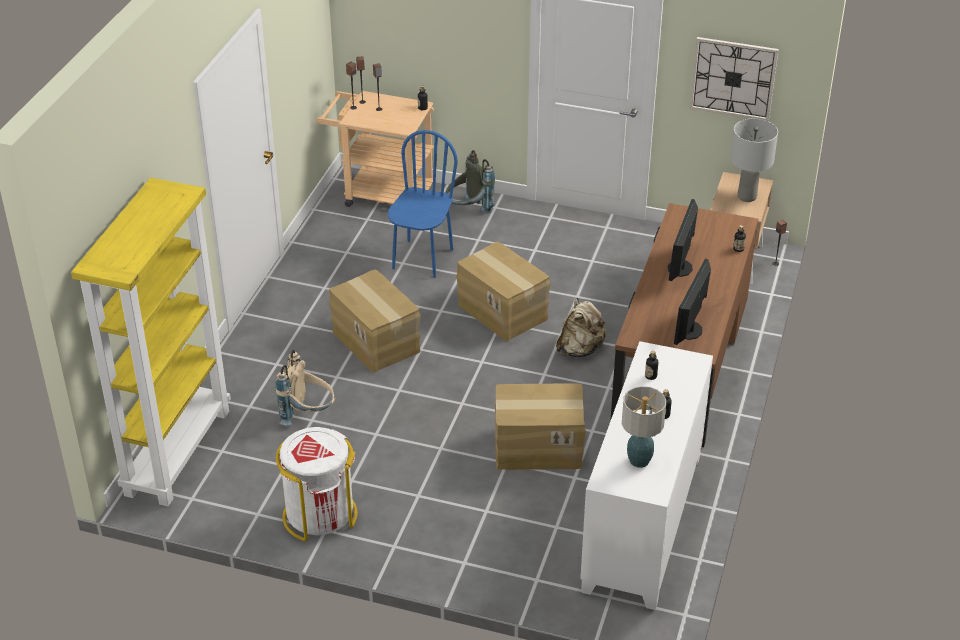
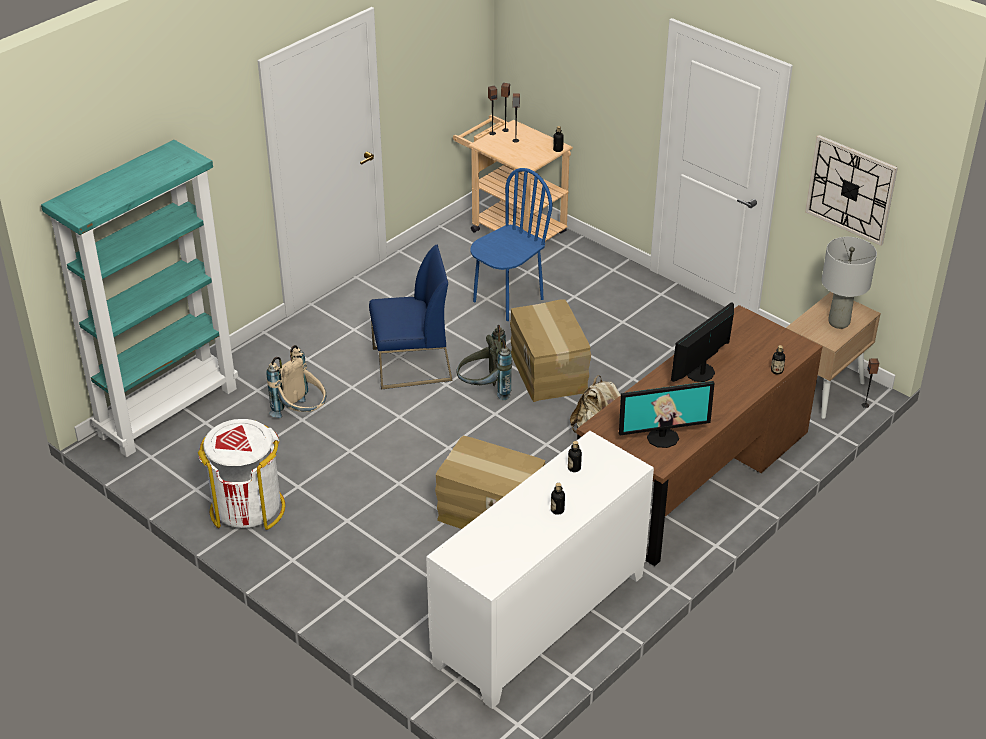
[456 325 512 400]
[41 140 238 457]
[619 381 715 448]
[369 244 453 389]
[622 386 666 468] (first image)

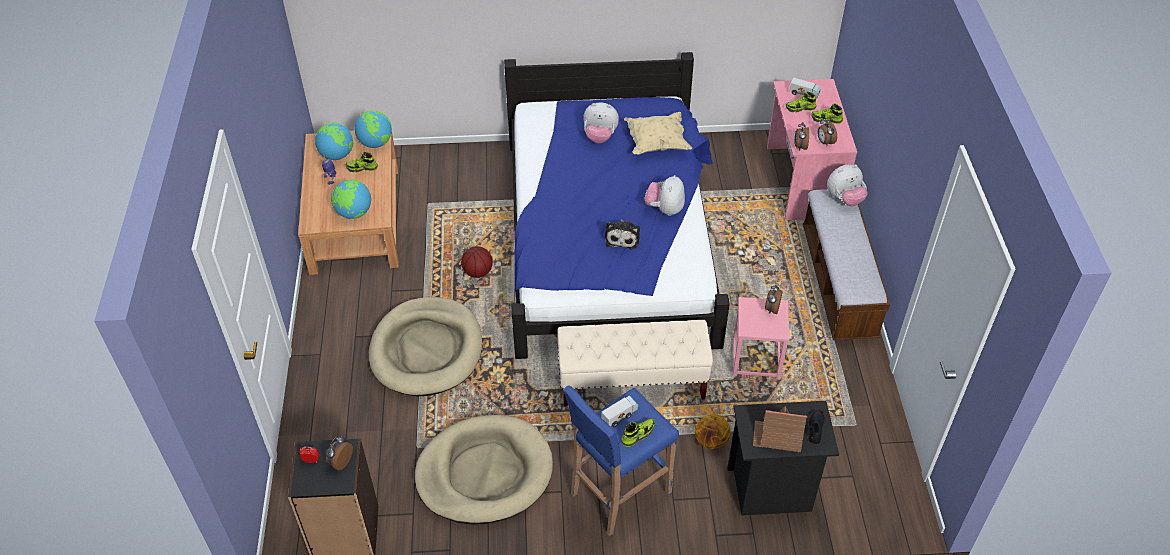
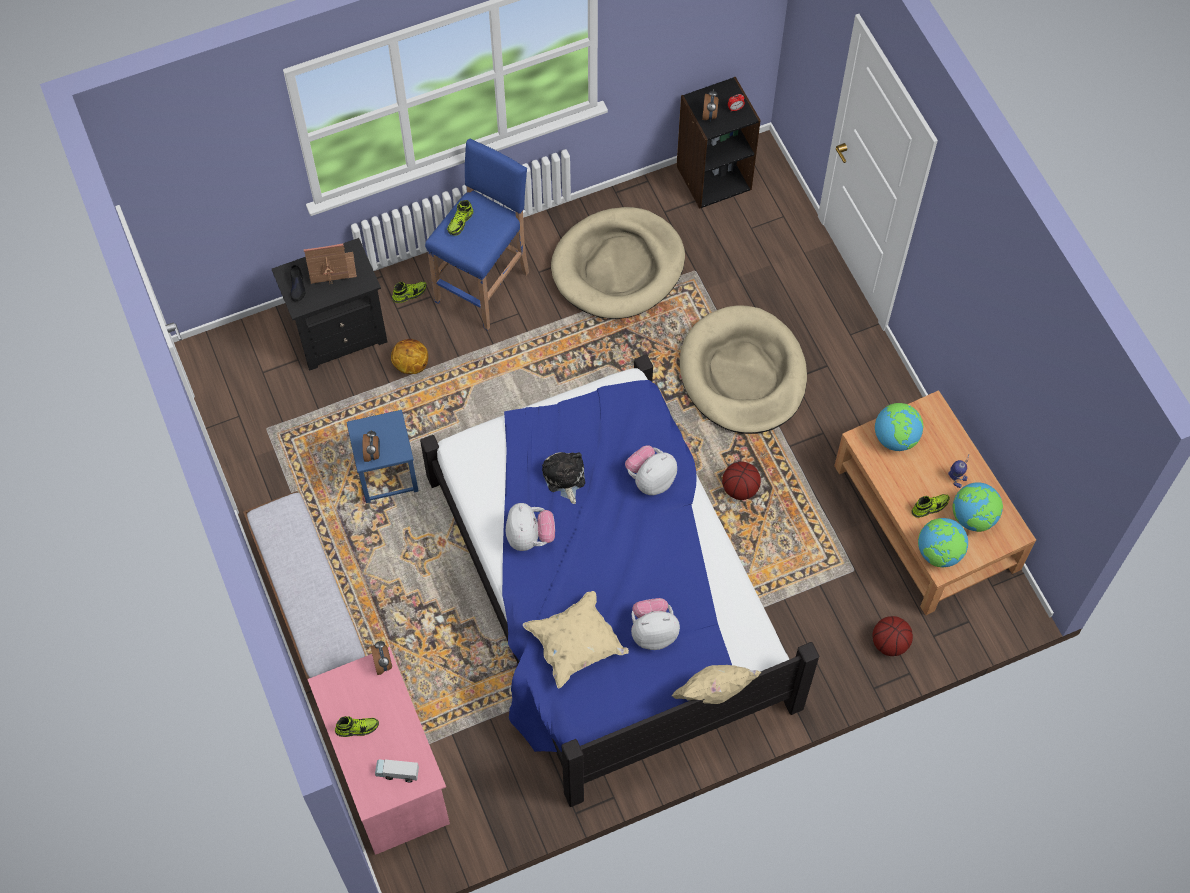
[392 281 427 303]
[817 118 837 145] (first image)
[625 445 677 495]
[346 410 418 503]
[557 320 713 407] (first image)
[601 396 638 427] (first image)
[873 616 913 656]
[672 665 761 704]

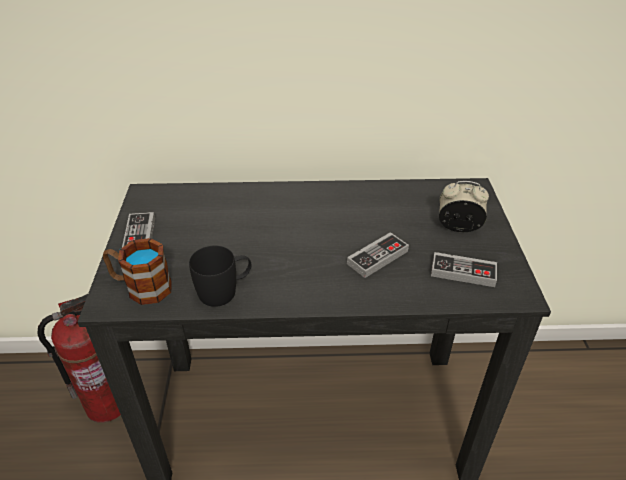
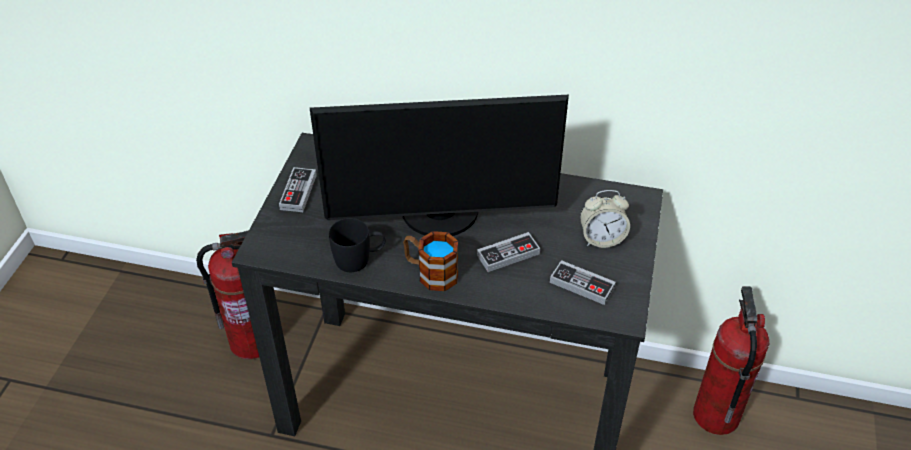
[580 190 630 248]
[403 231 458 291]
[310 95 569 236]
[693 286 769 435]

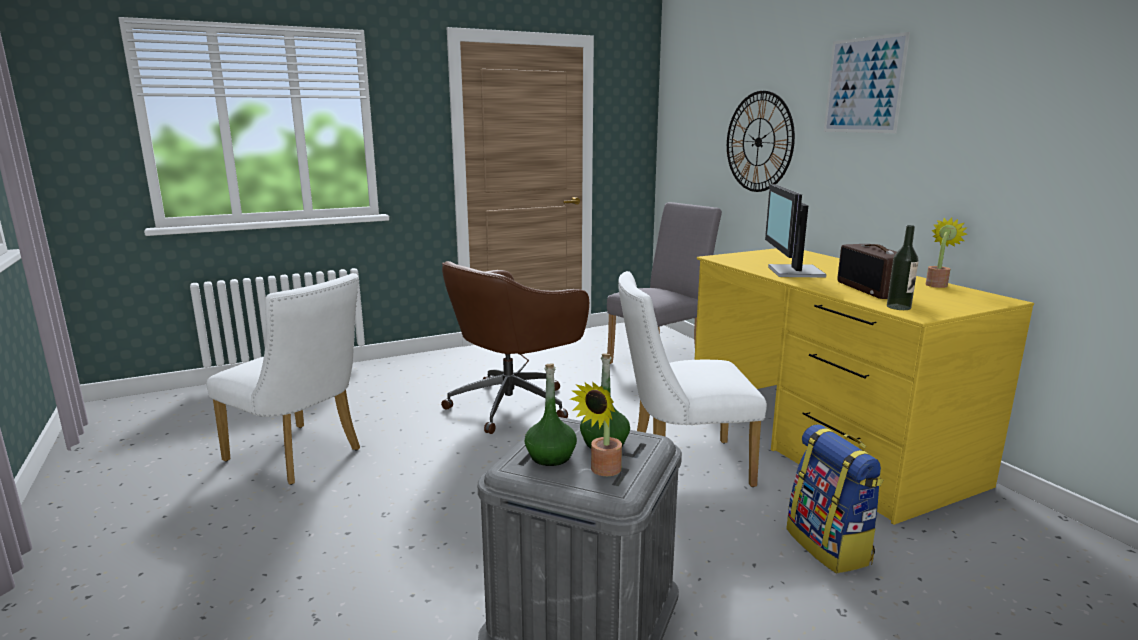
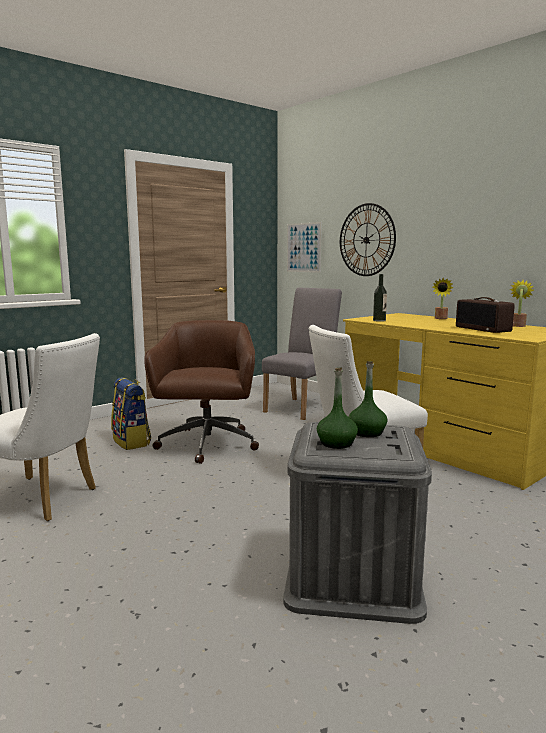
[287 222 322 273]
[765 184 826 278] (first image)
[373 274 387 322]
[144 320 259 464]
[432 278 454 319]
[111 377 151 450]

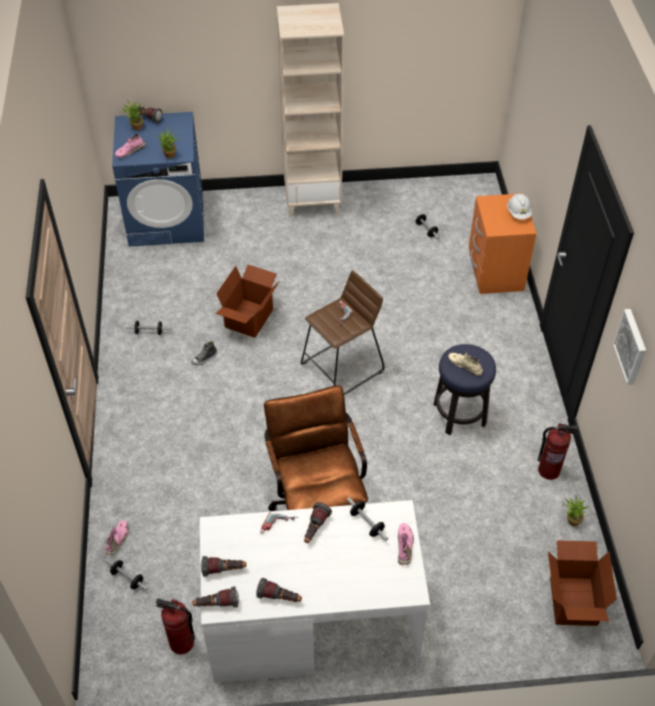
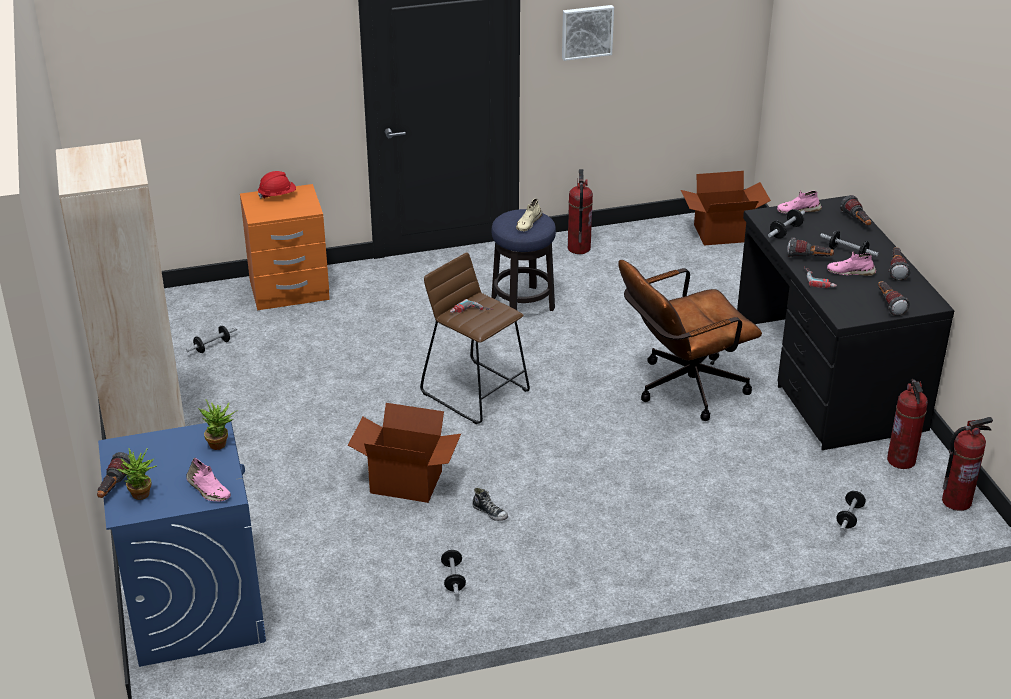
[258 171 296 198]
[563 496 589 526] (first image)
[737 196 954 450]
[827 251 876 276]
[840 195 871 225]
[820 231 879 256]
[942 417 993 511]

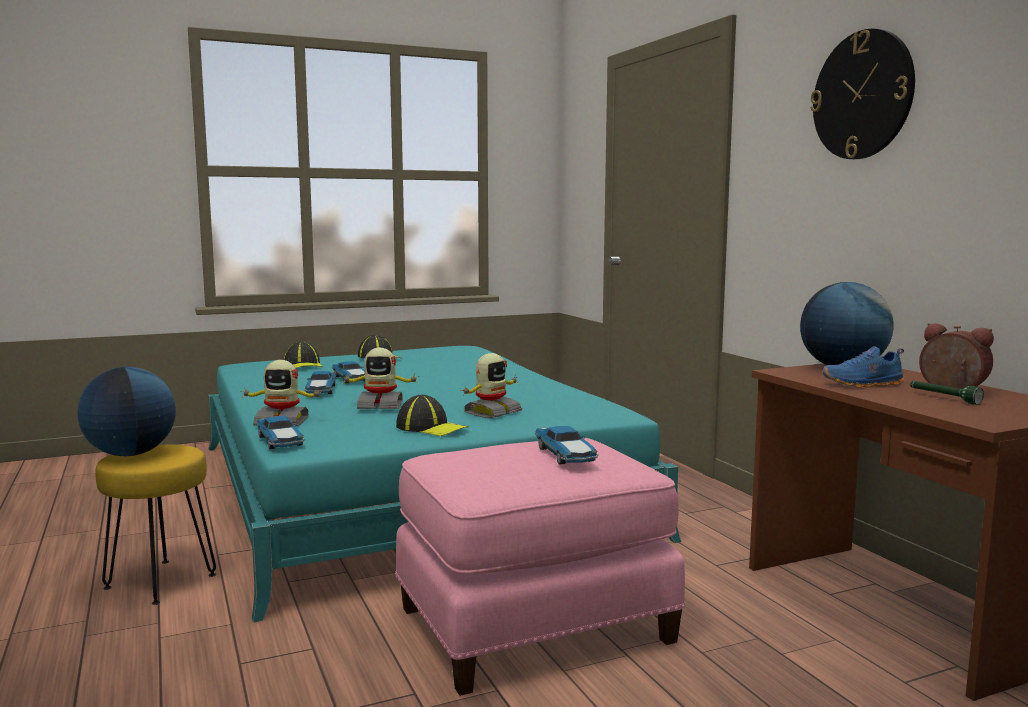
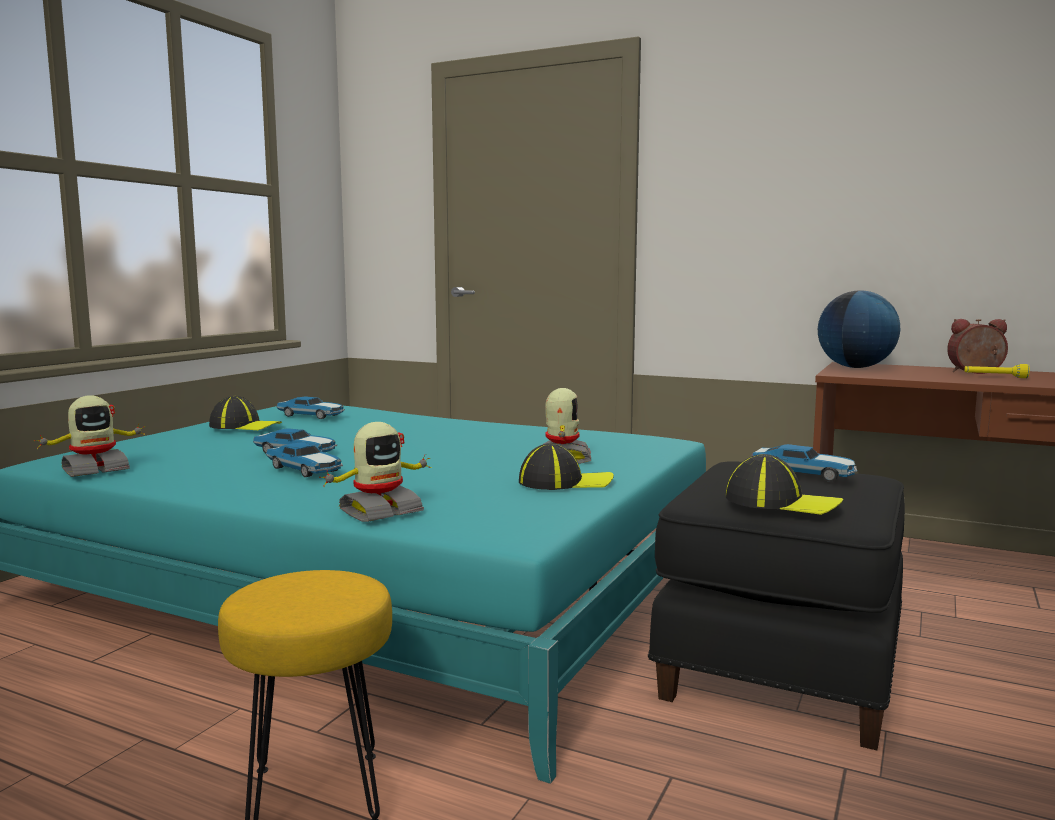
[810 29 915 159] (first image)
[725 454 843 515]
[822 346 904 388] (first image)
[34 395 146 477]
[78 367 176 456] (first image)
[964 364 1030 378]
[276 396 345 419]
[648 461 905 750]

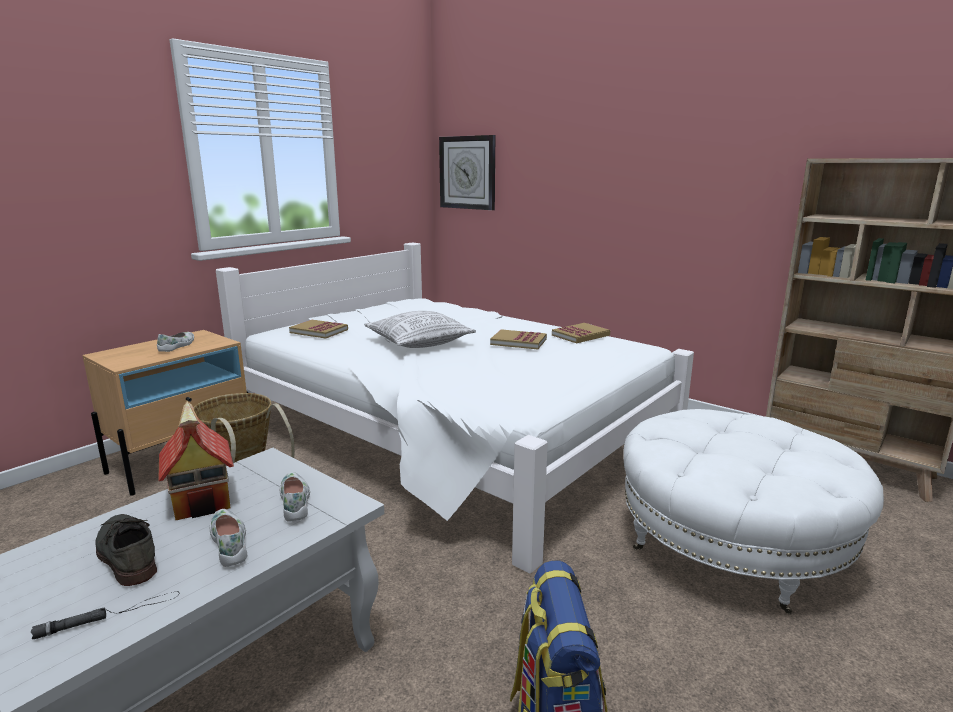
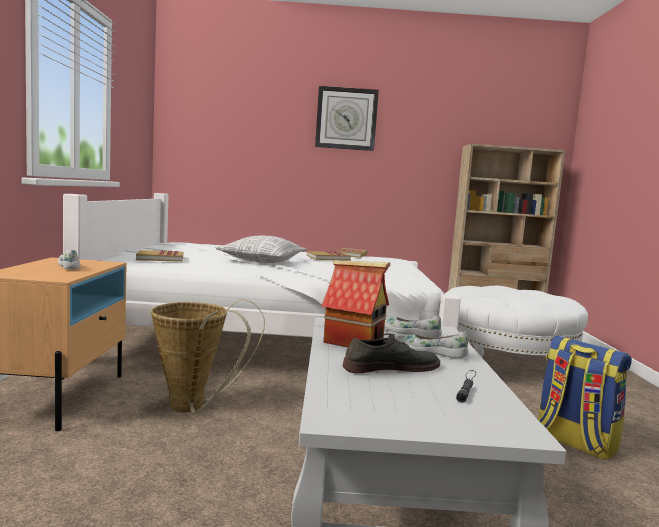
[315 86 379 151]
[343 333 440 374]

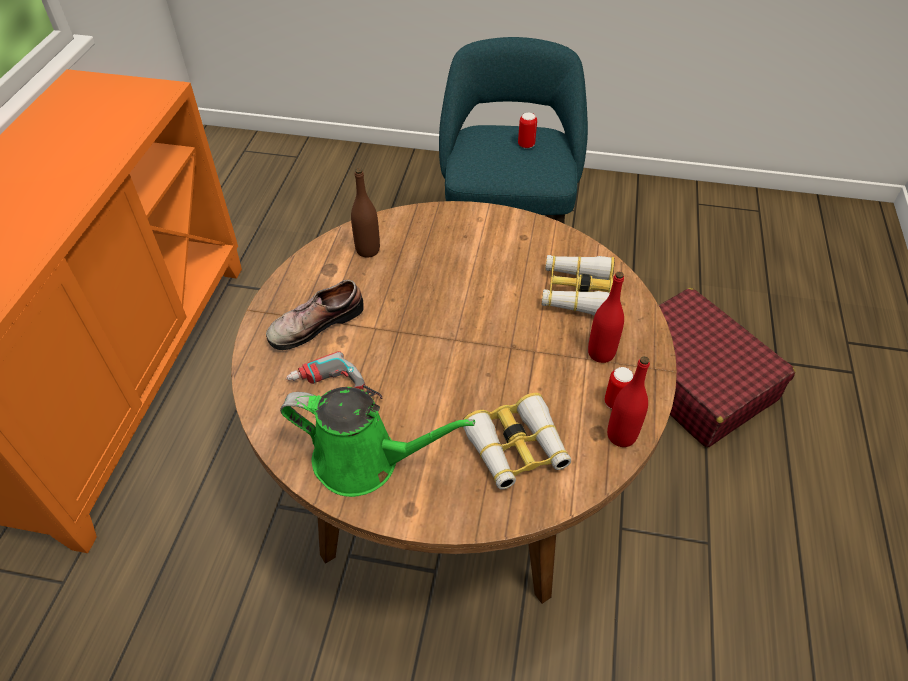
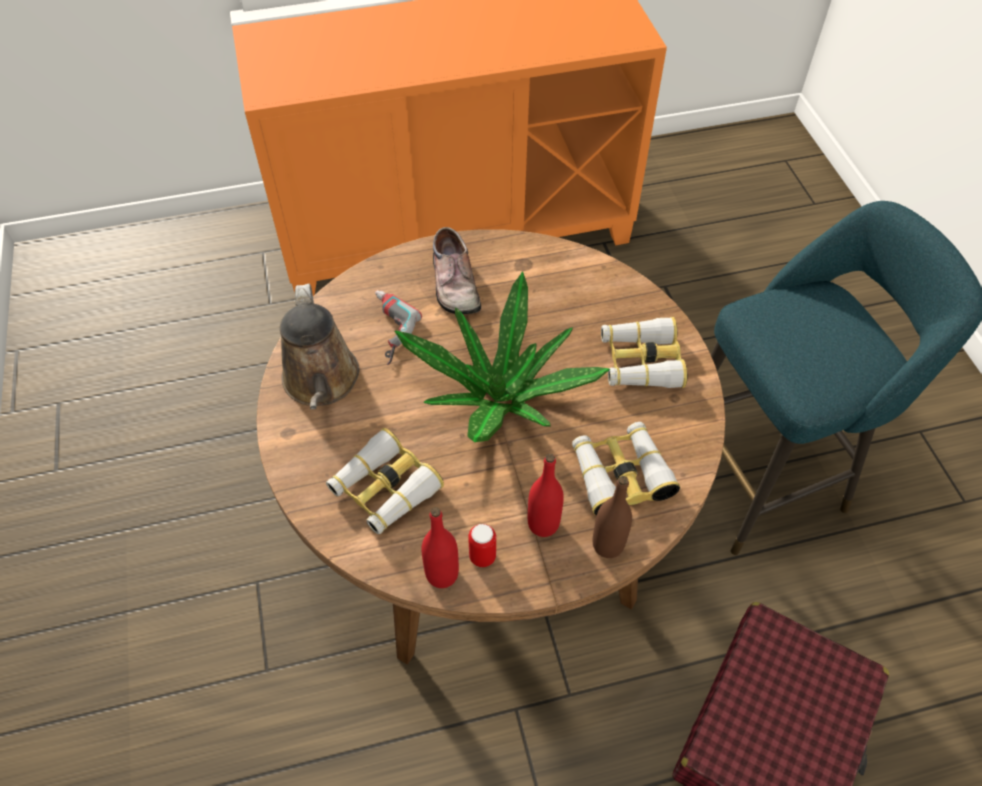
[518 113 537 148] (first image)
[593 476 632 558]
[433 227 481 314]
[280 283 359 410]
[395 271 610 442]
[601 317 687 388]

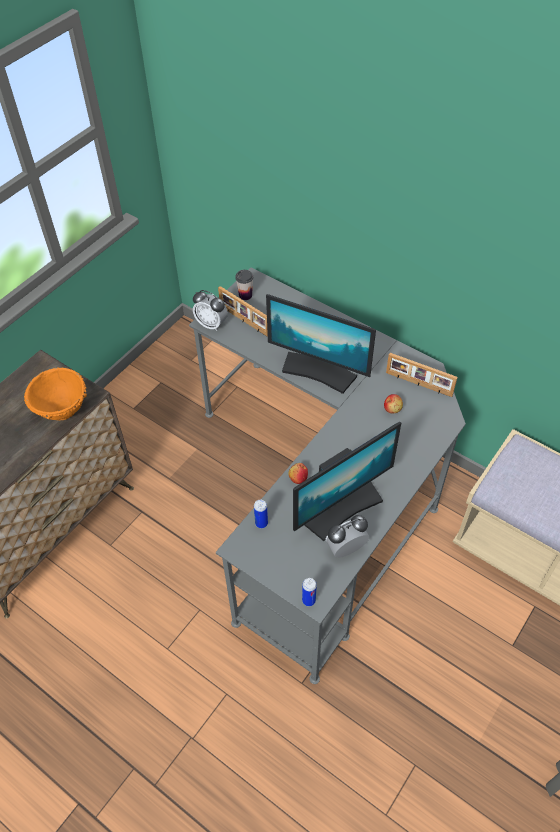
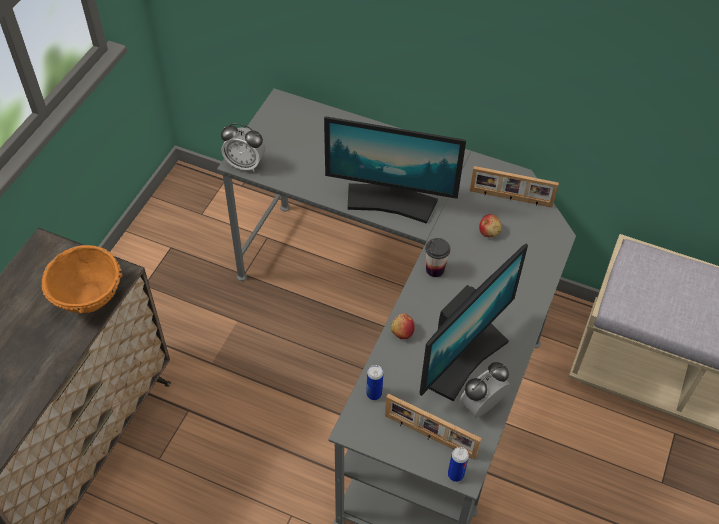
[425 238 450 277]
[385 394 481 460]

